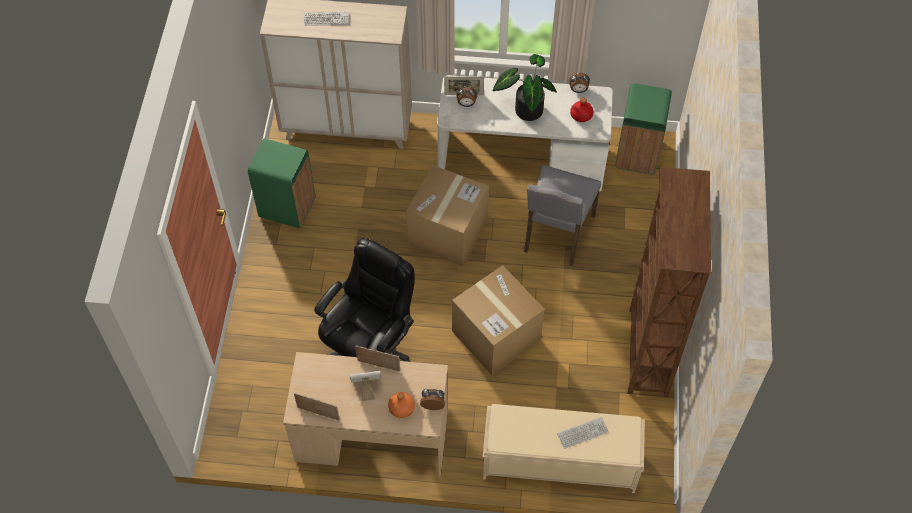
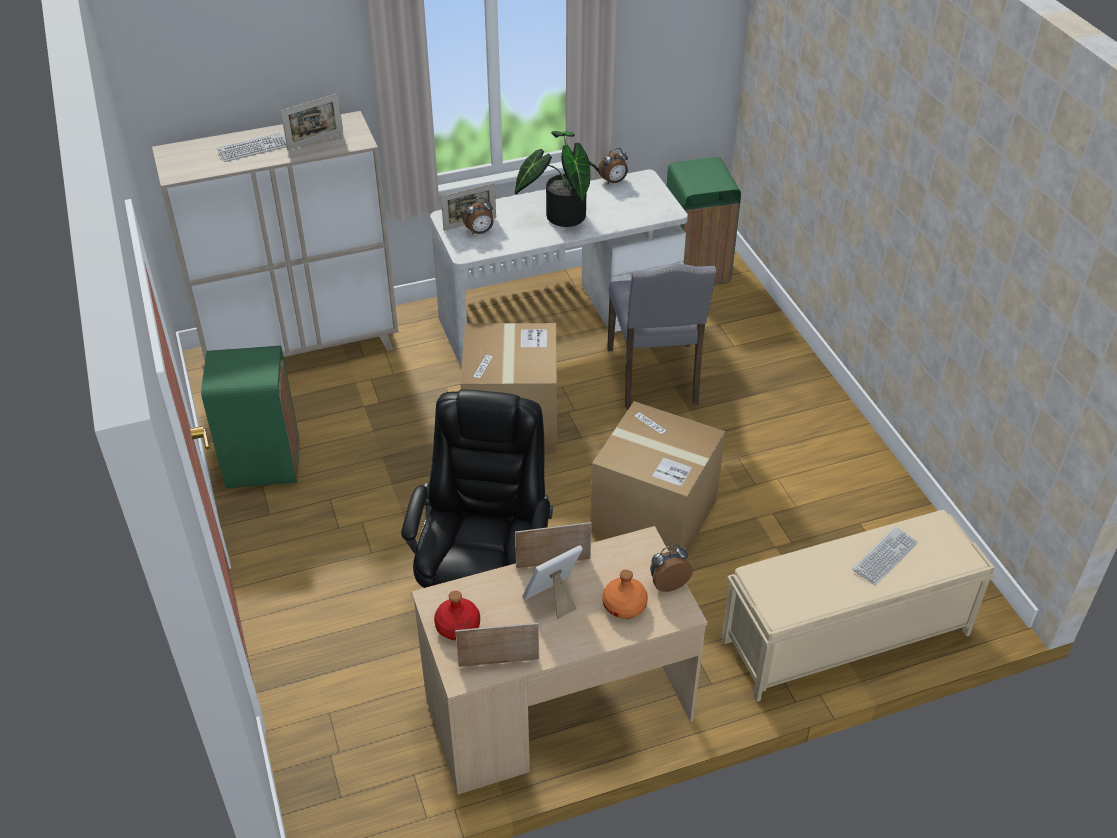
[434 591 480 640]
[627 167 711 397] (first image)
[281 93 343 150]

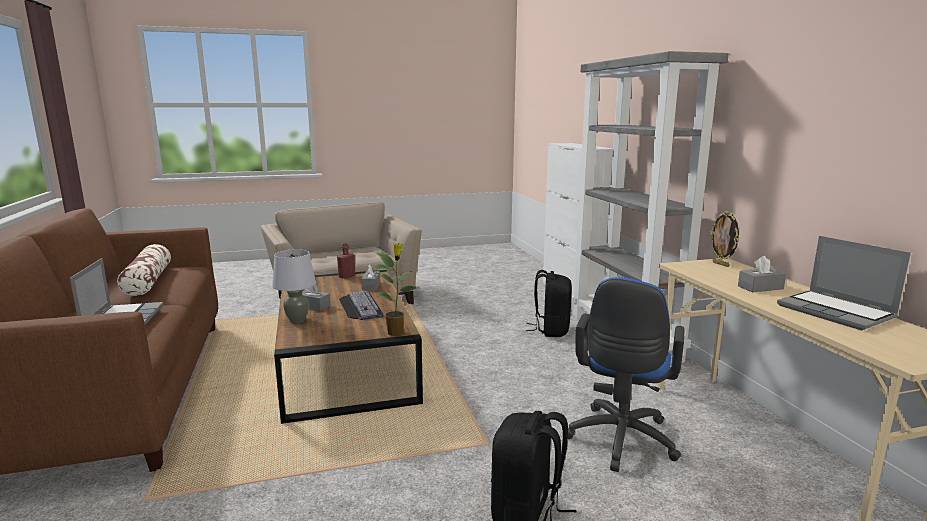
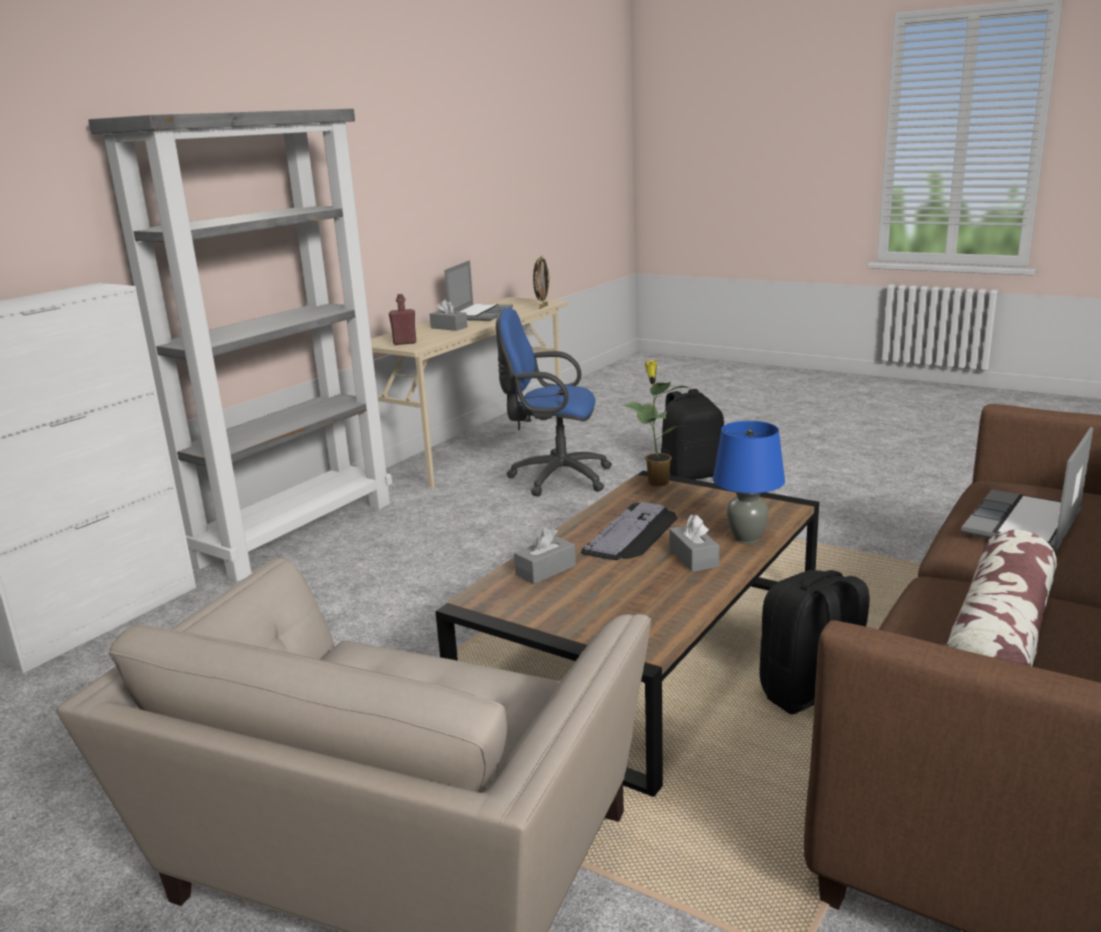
[533 256 550 309]
[389 294 416 345]
[713 421 785 544]
[760 570 870 714]
[496 308 612 496]

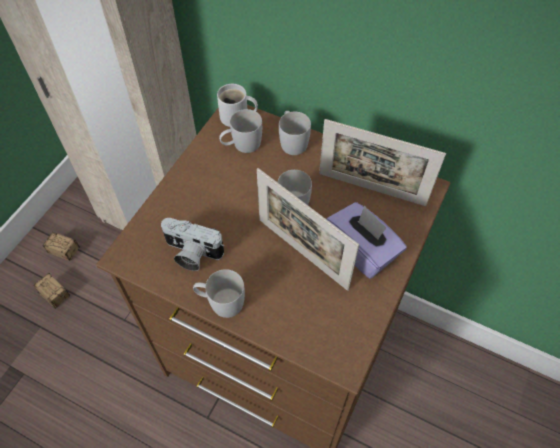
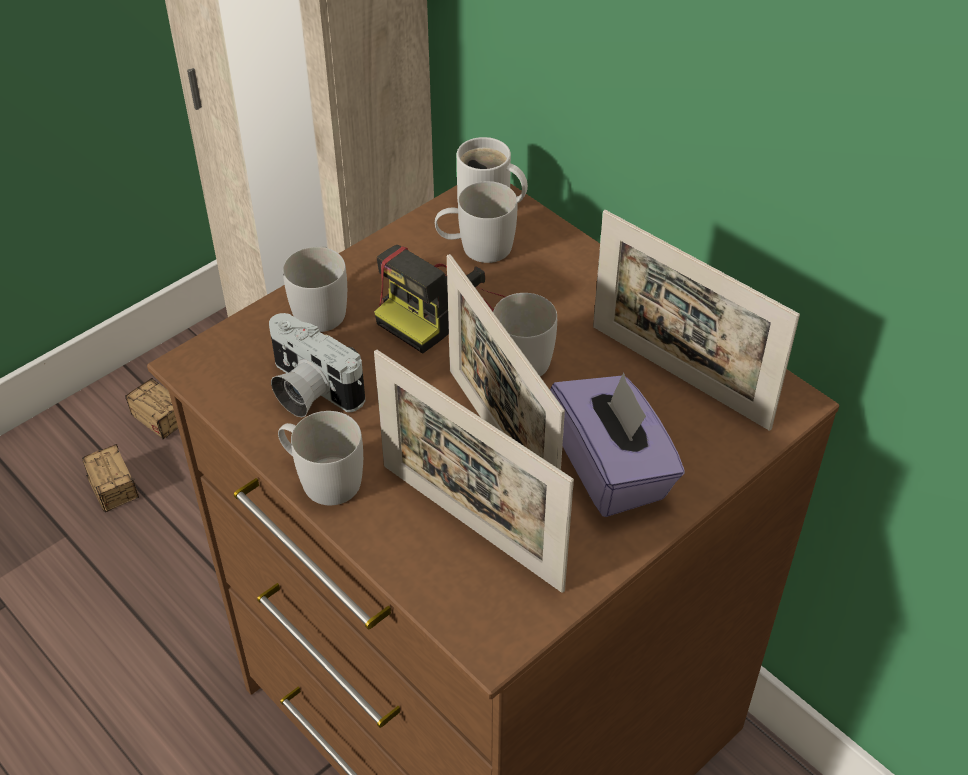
[283 246 347 332]
[374 245 506 354]
[374 350 574 593]

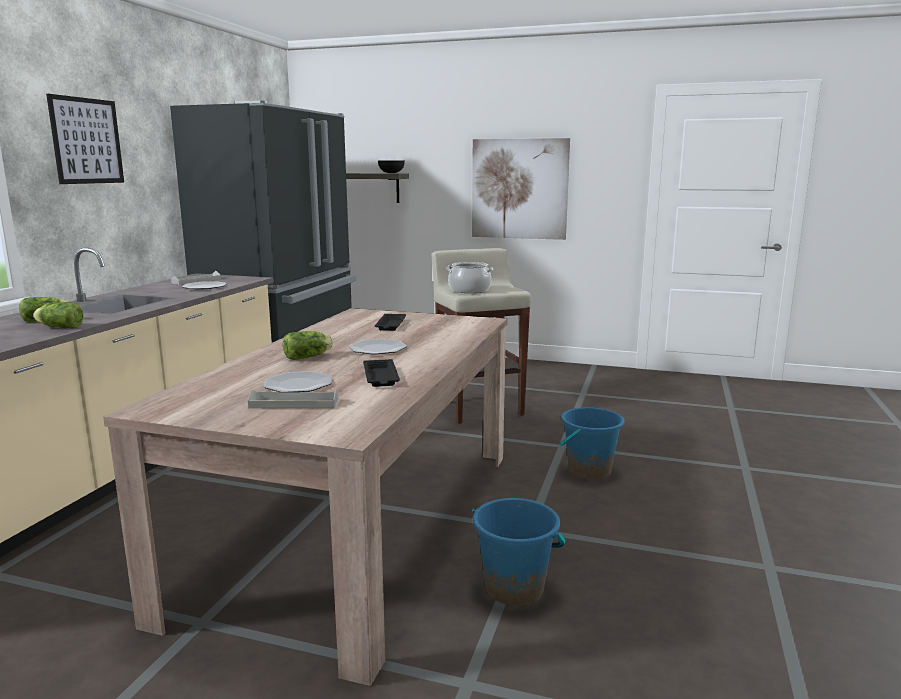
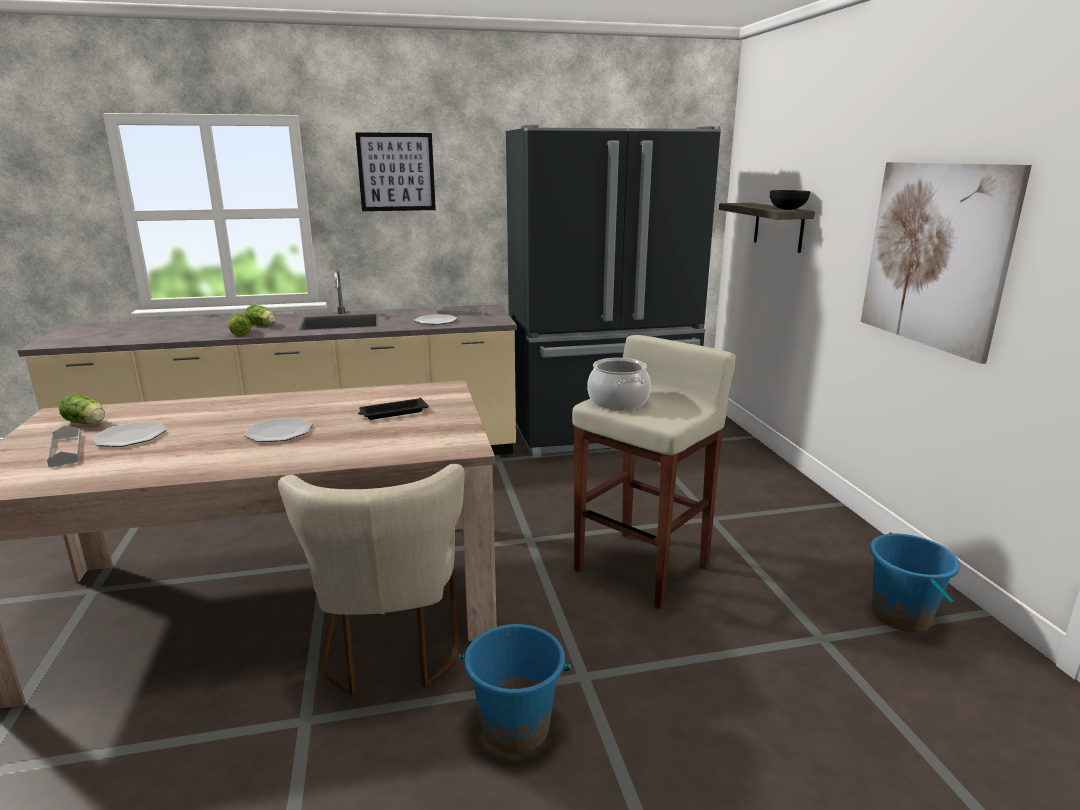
[59 393 105 424]
[363 359 400 387] (first image)
[870 532 960 633]
[278 464 465 697]

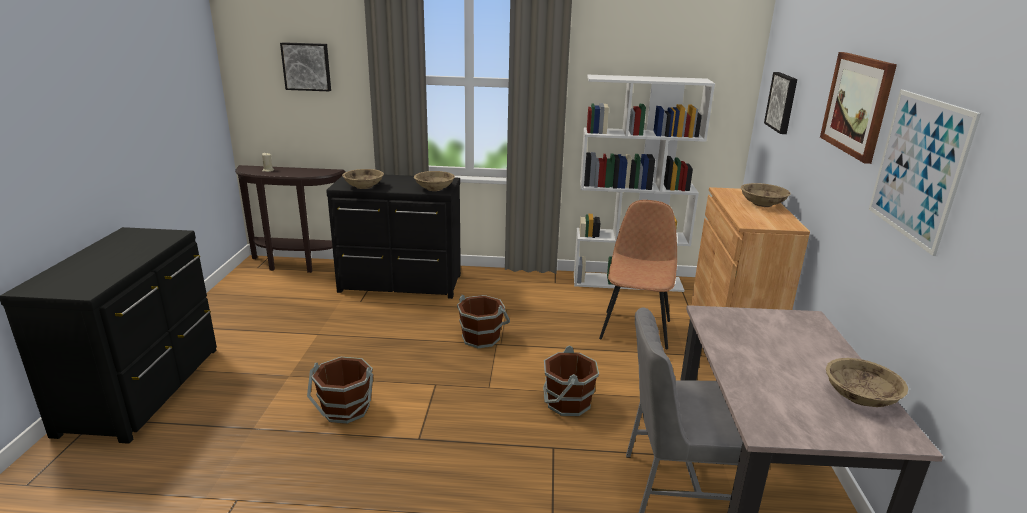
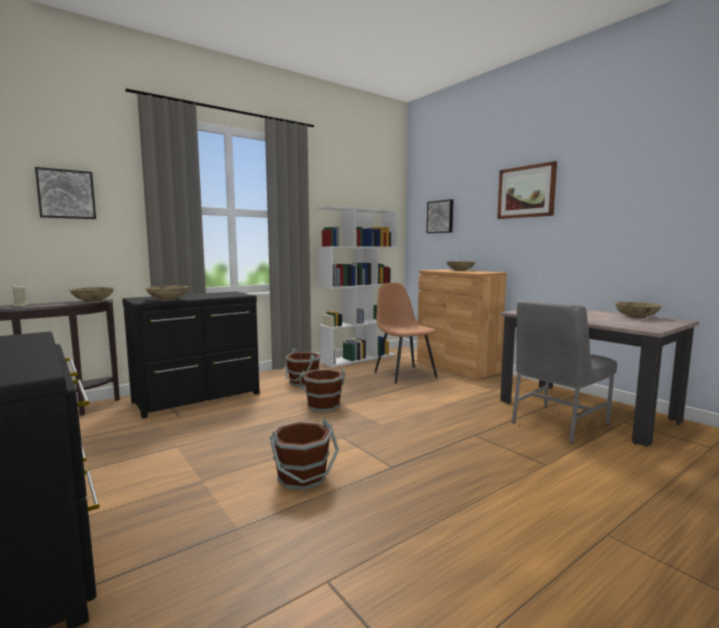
[869 90 981 256] (first image)
[69 287 115 302]
[285 348 321 387]

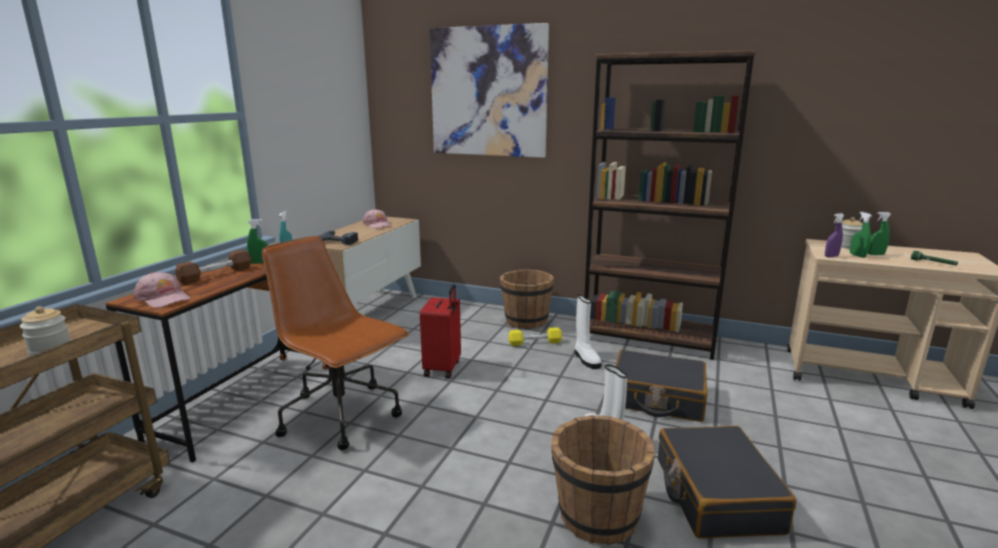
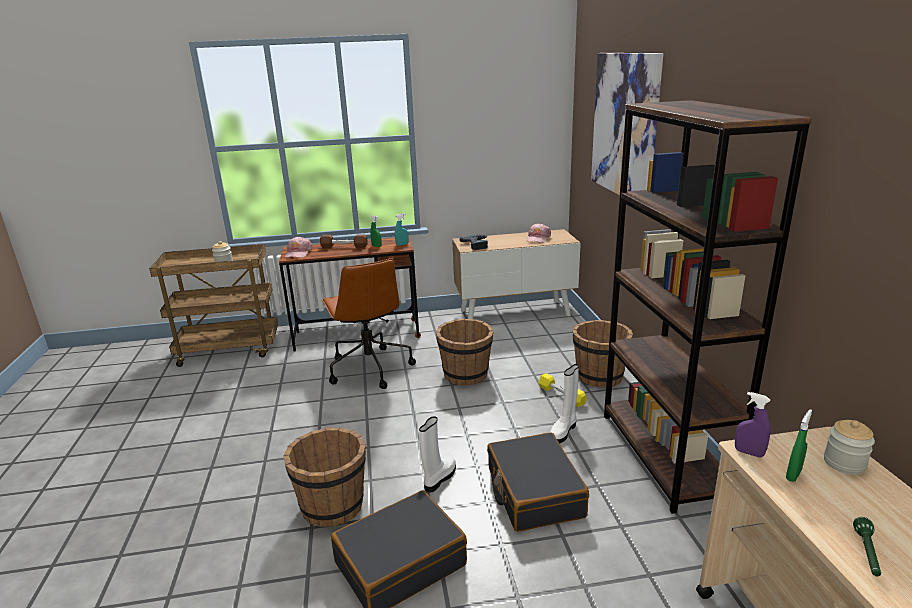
[868 212 891 255] (first image)
[322 258 416 389]
[436 318 493 386]

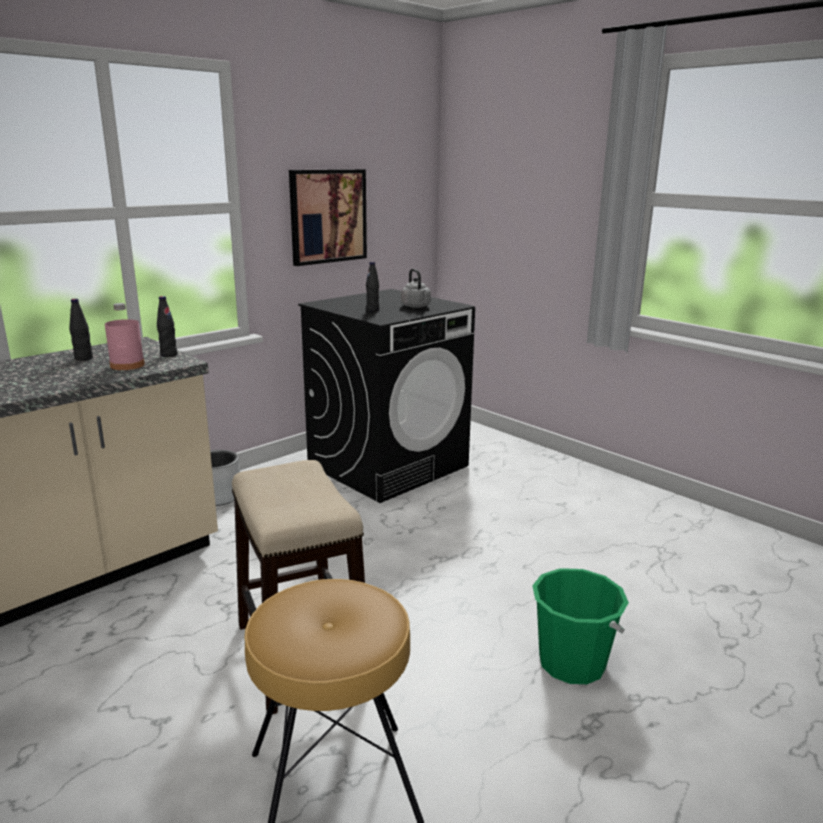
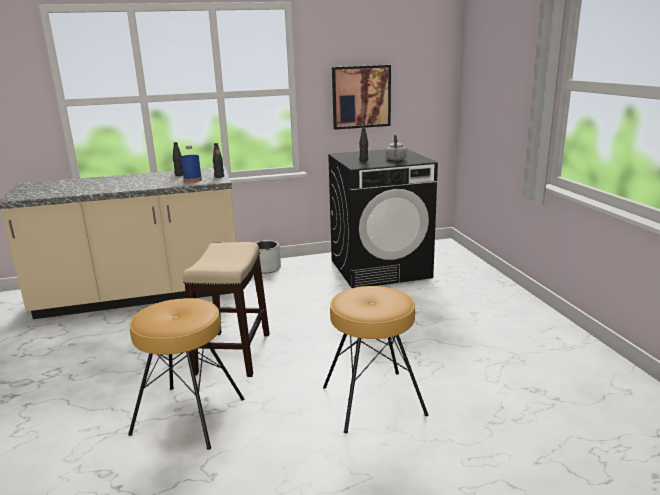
[181 145 202 182]
[323 286 428 433]

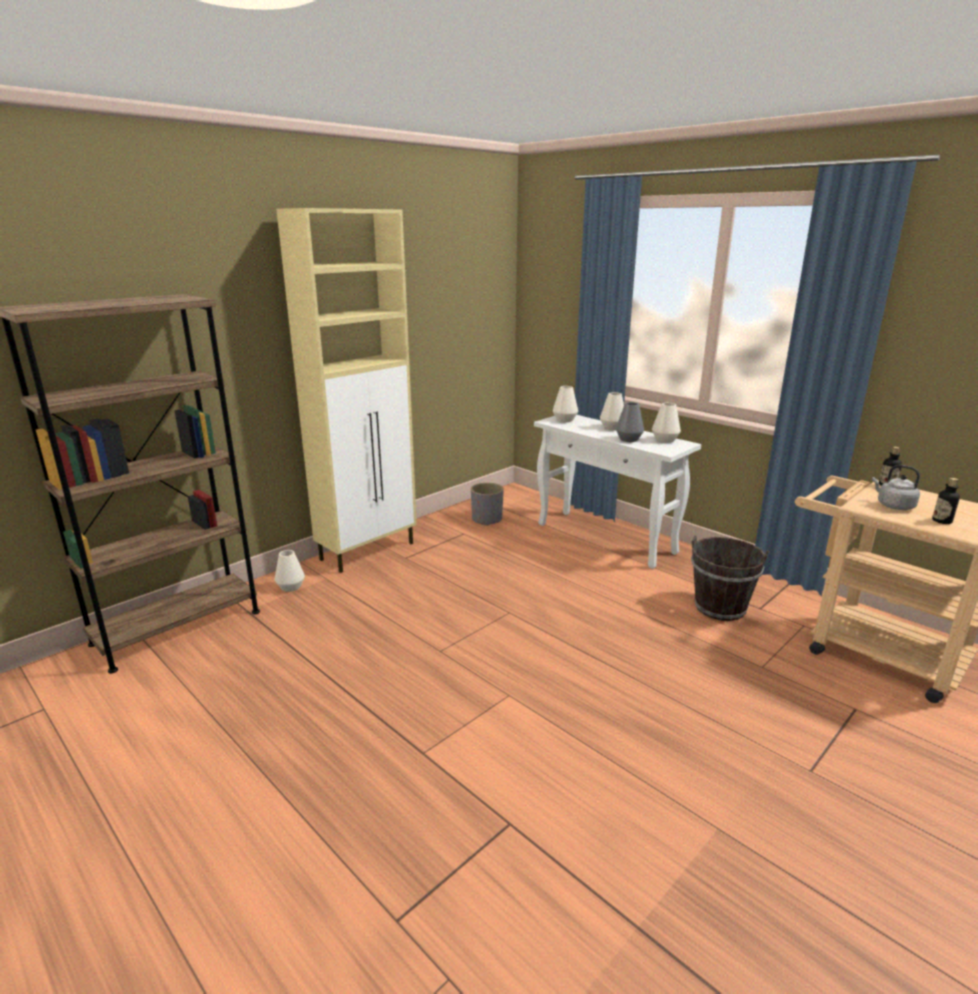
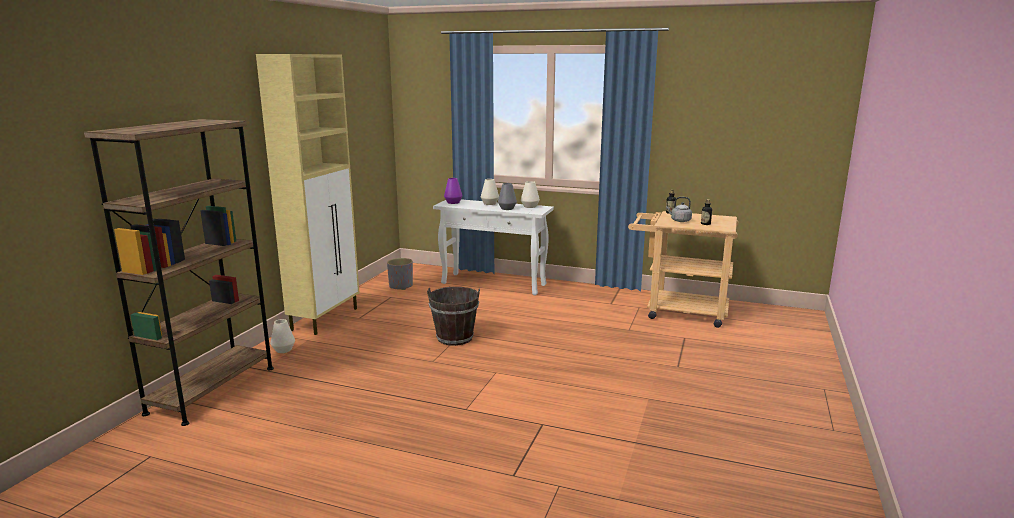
[444 178 463 204]
[427 287 480 346]

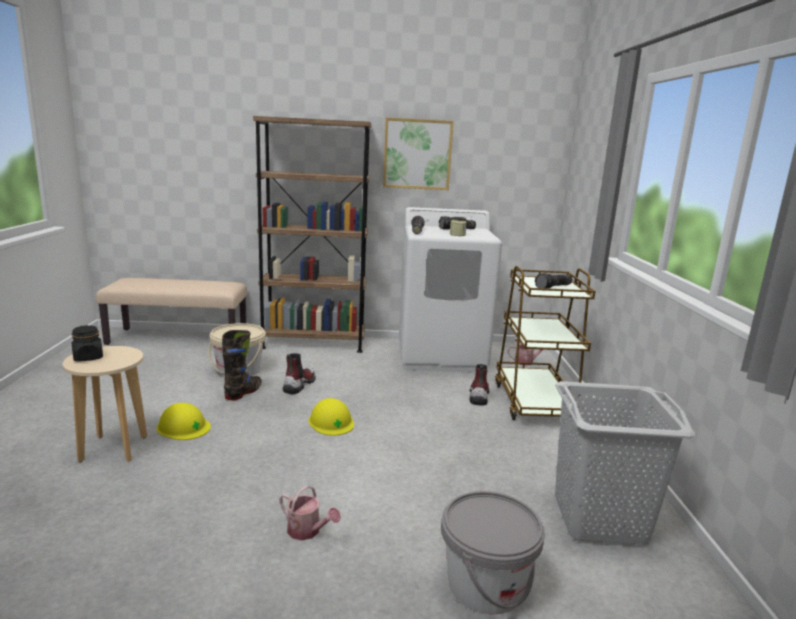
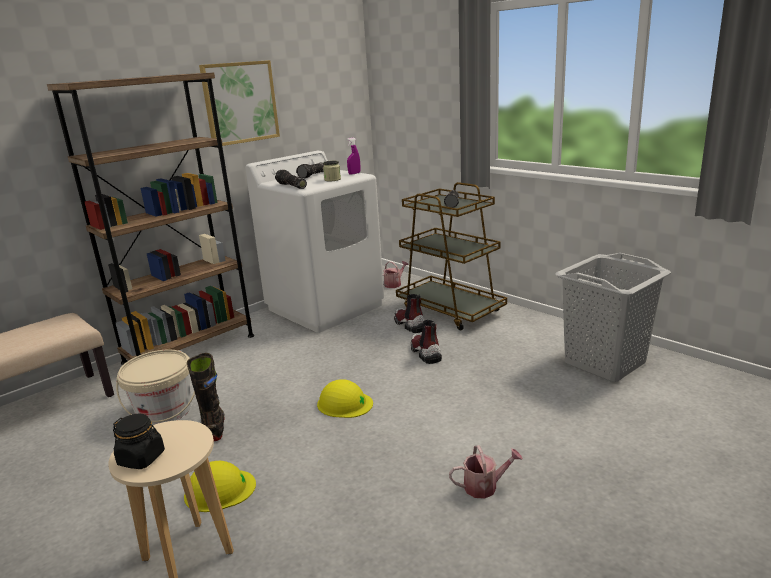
[411 320 442 364]
[441 491 545 615] (first image)
[347 138 360 175]

